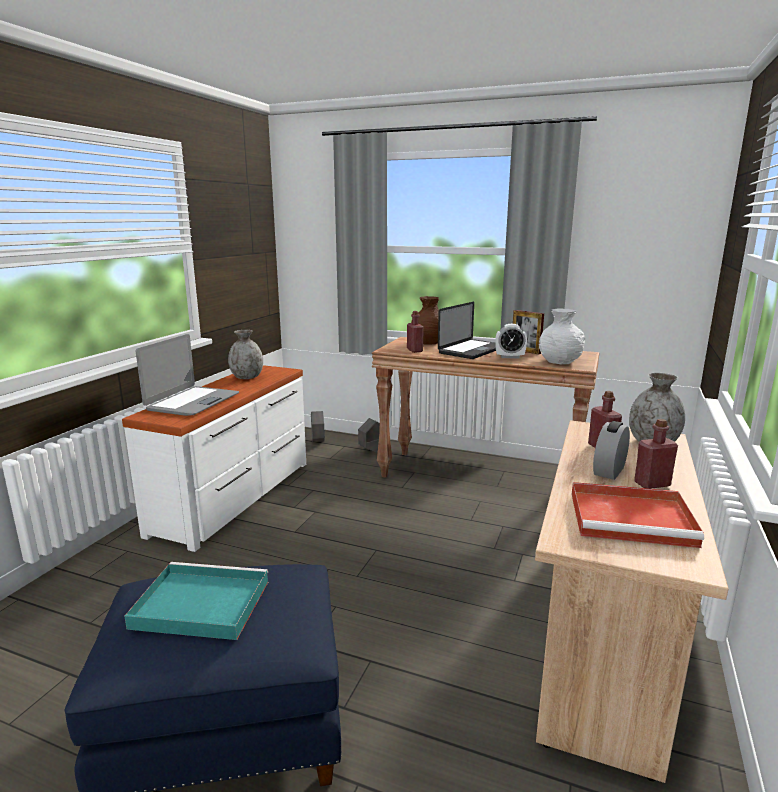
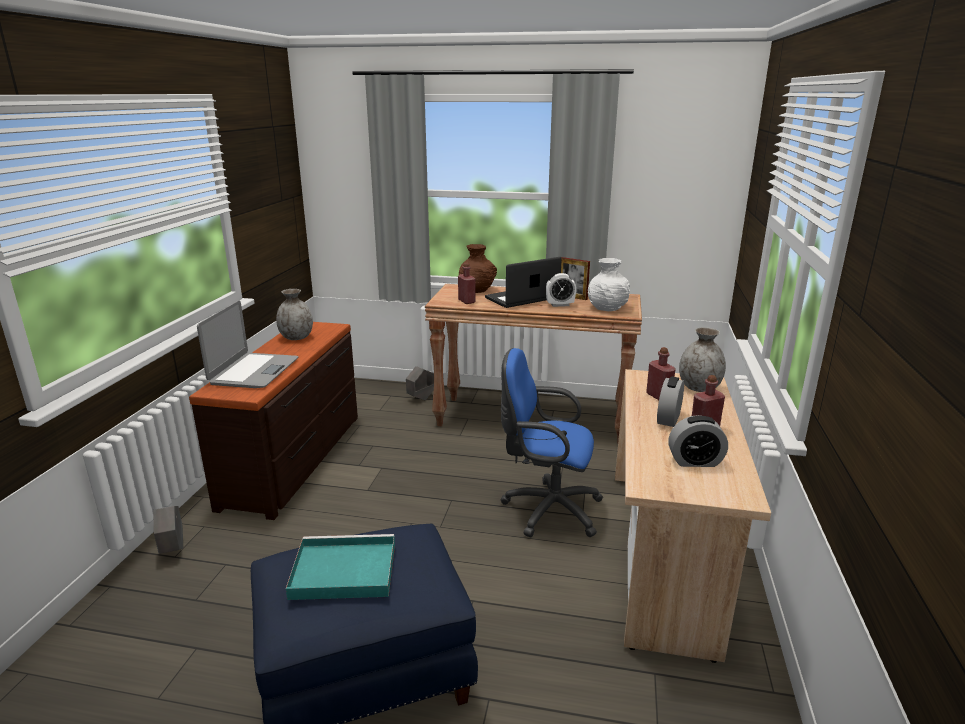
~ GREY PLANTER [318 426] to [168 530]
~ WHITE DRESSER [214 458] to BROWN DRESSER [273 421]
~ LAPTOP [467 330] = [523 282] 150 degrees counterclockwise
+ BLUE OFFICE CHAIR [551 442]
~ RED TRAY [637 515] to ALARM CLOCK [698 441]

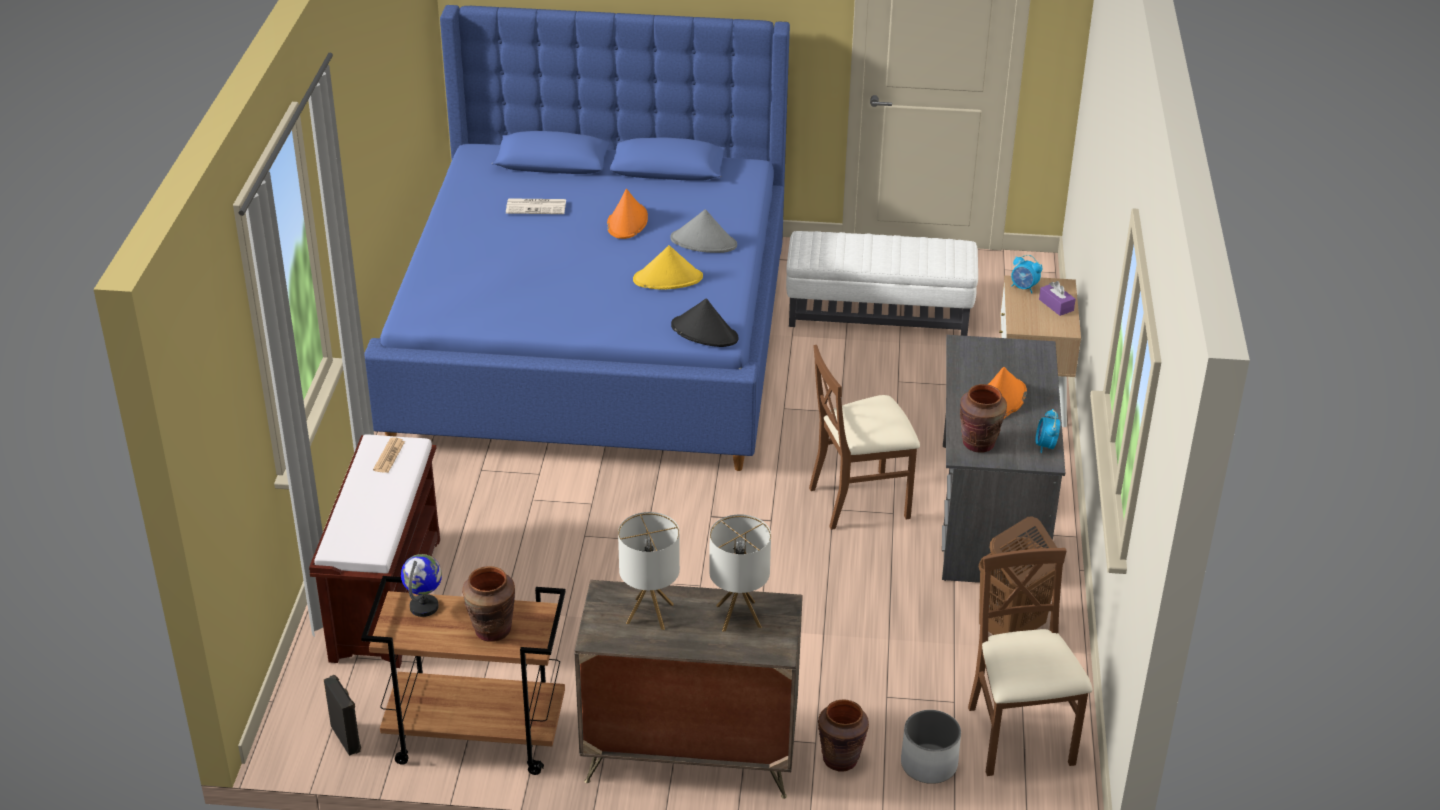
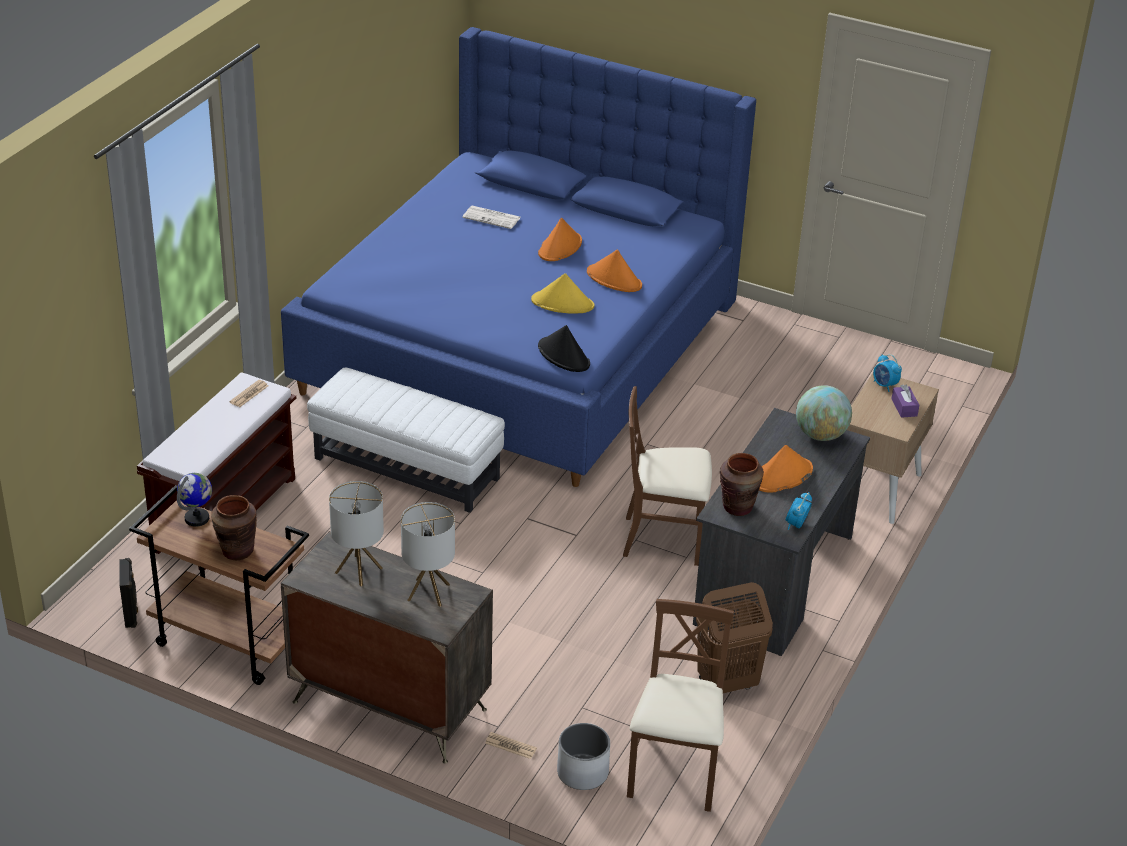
~ WHITE OTTOMAN [882 283] to [406 440]
~ BROWN VASE [843 735] to NEWSPAPER [511 745]
~ GREY HAT [703 231] to ORANGE HAT [614 271]
+ GLOBE [824 413]

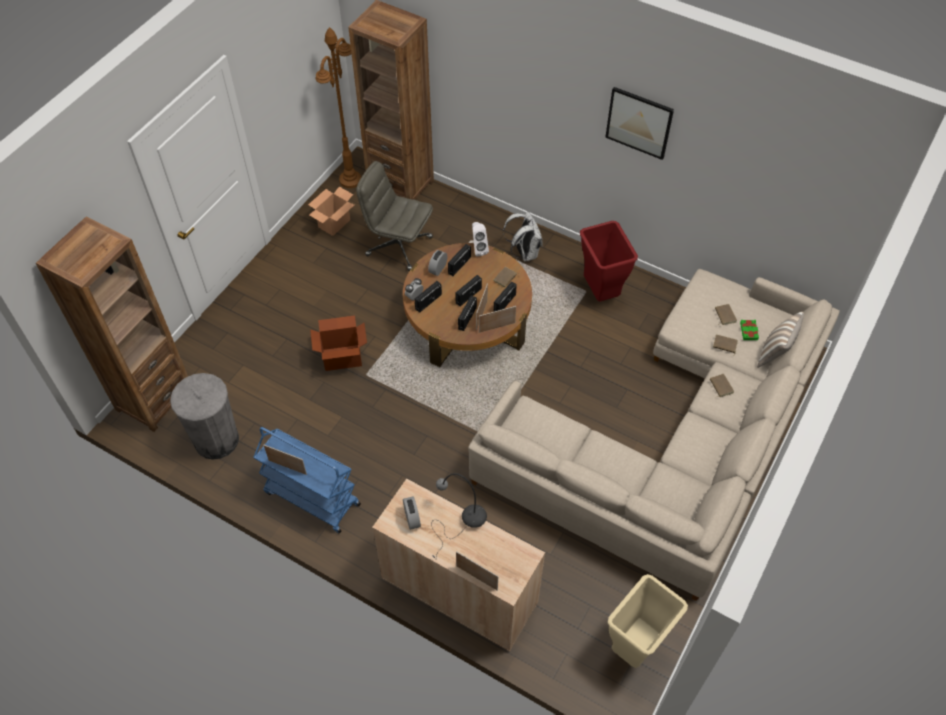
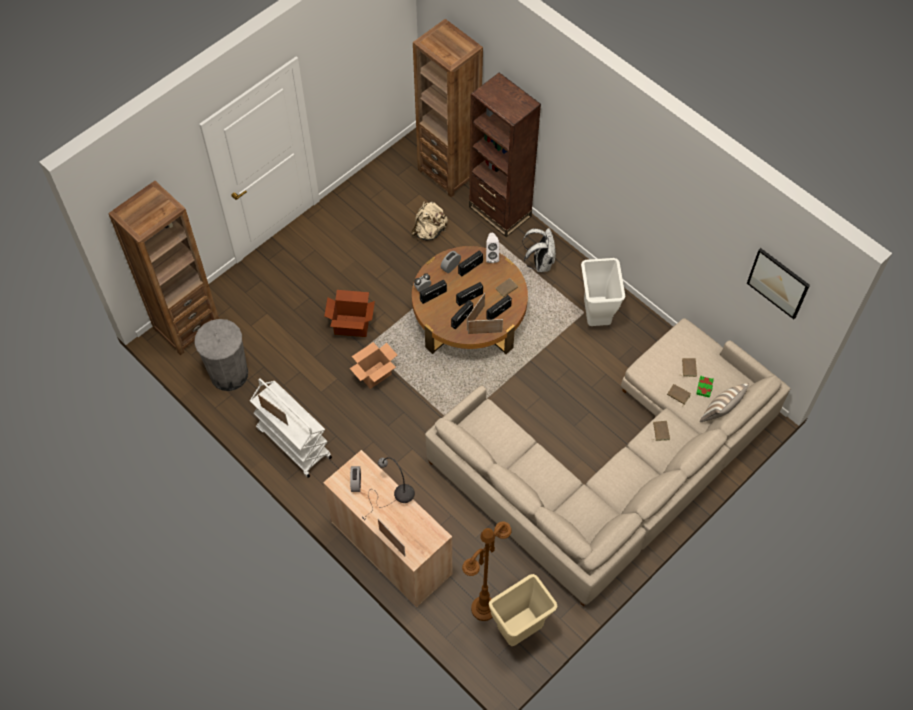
~ BLUE CART [307 480] to WHITE CART [291 428]
~ CARDBOARD BOX [331 211] to [373 365]
~ GREY OFFICE CHAIR [394 216] to BEIGE BACKPACK [430 221]
~ BROWN FLOOR LAMP [338 107] to [486 571]
+ BROWN BOOKCASE [505 154]
~ RED TRASH CAN [609 261] to WHITE TRASH CAN [603 292]
~ PICTURE [639 123] to [778 283]

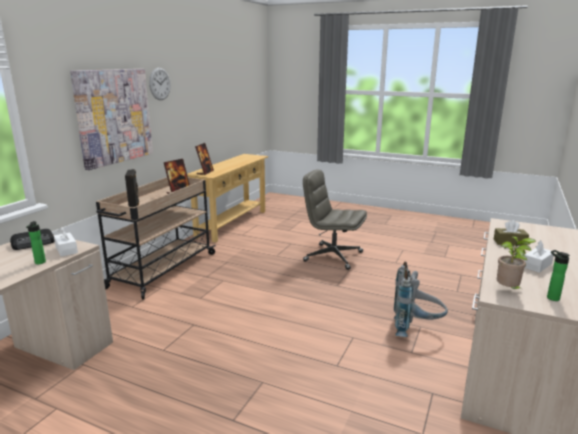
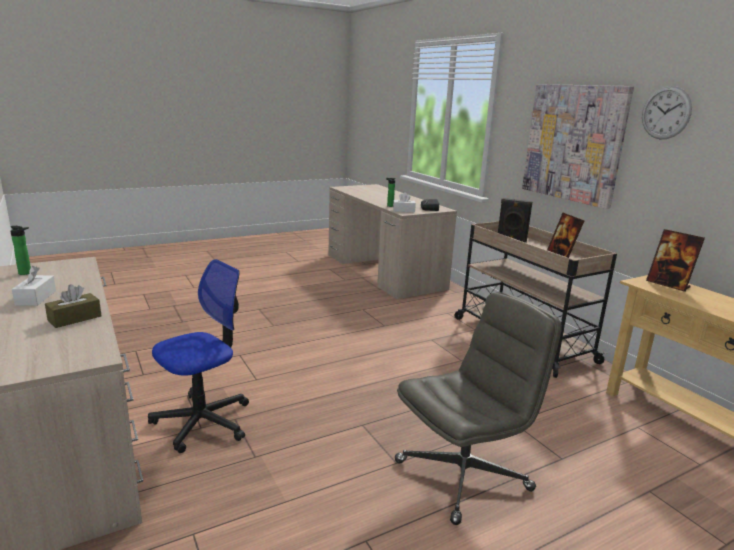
~ GREY BACKPACK [421 299] to OFFICE CHAIR [198 356]
- POTTED PLANT [517 262]

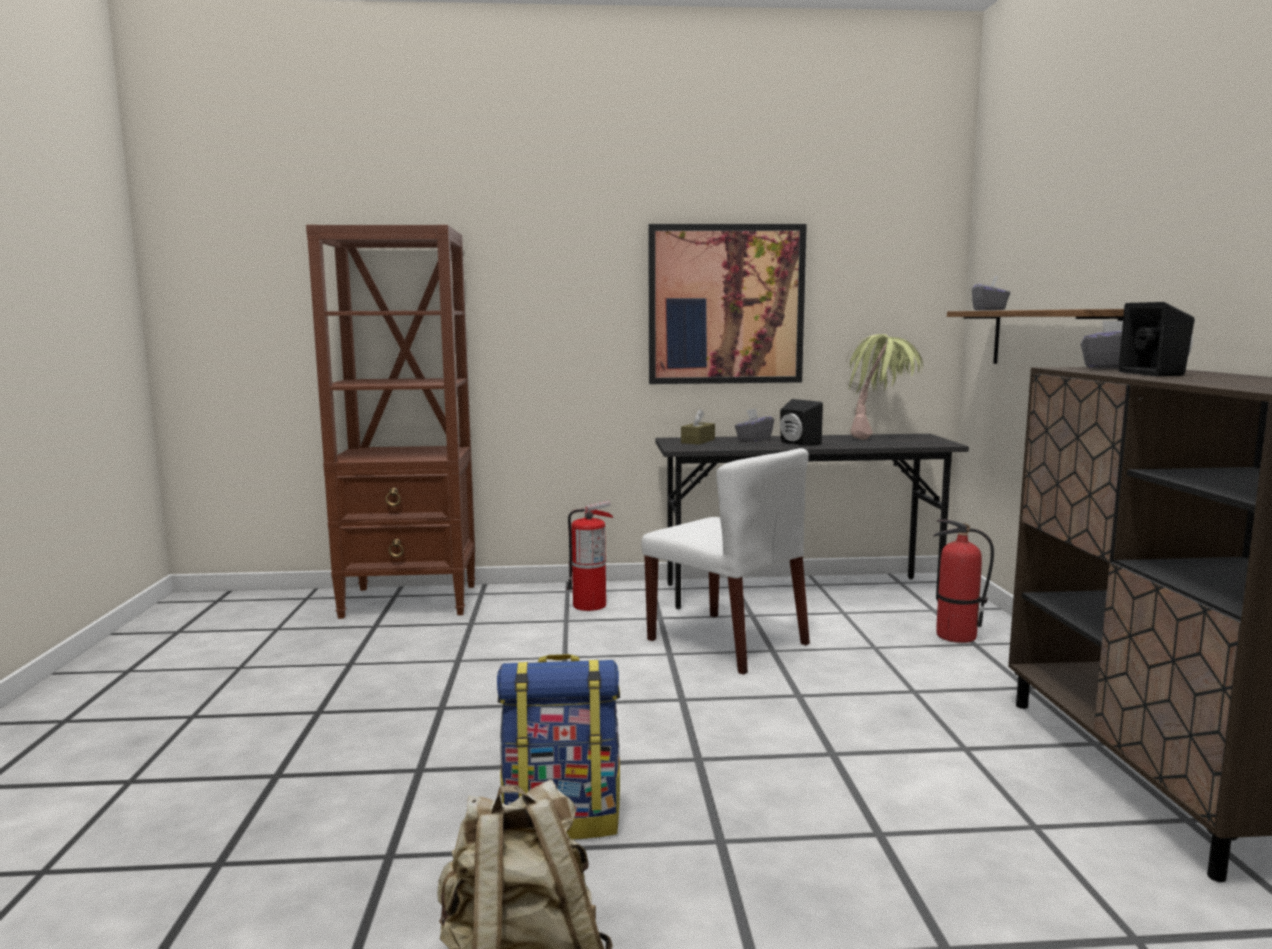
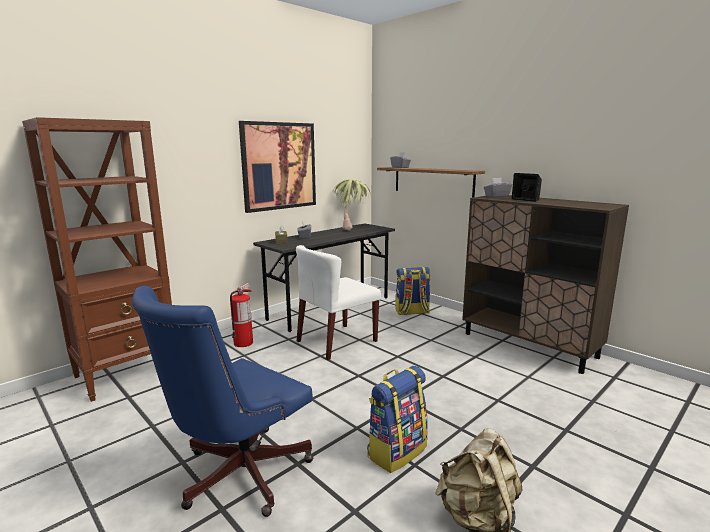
+ BLUE OFFICE CHAIR [222 401]
~ WHITE CHAIR [726 561] = [338 302] 135 degrees clockwise
~ FIRE EXTINGUISHER [963 581] to BACKPACK [413 291]
- BLACK SPEAKER [801 422]

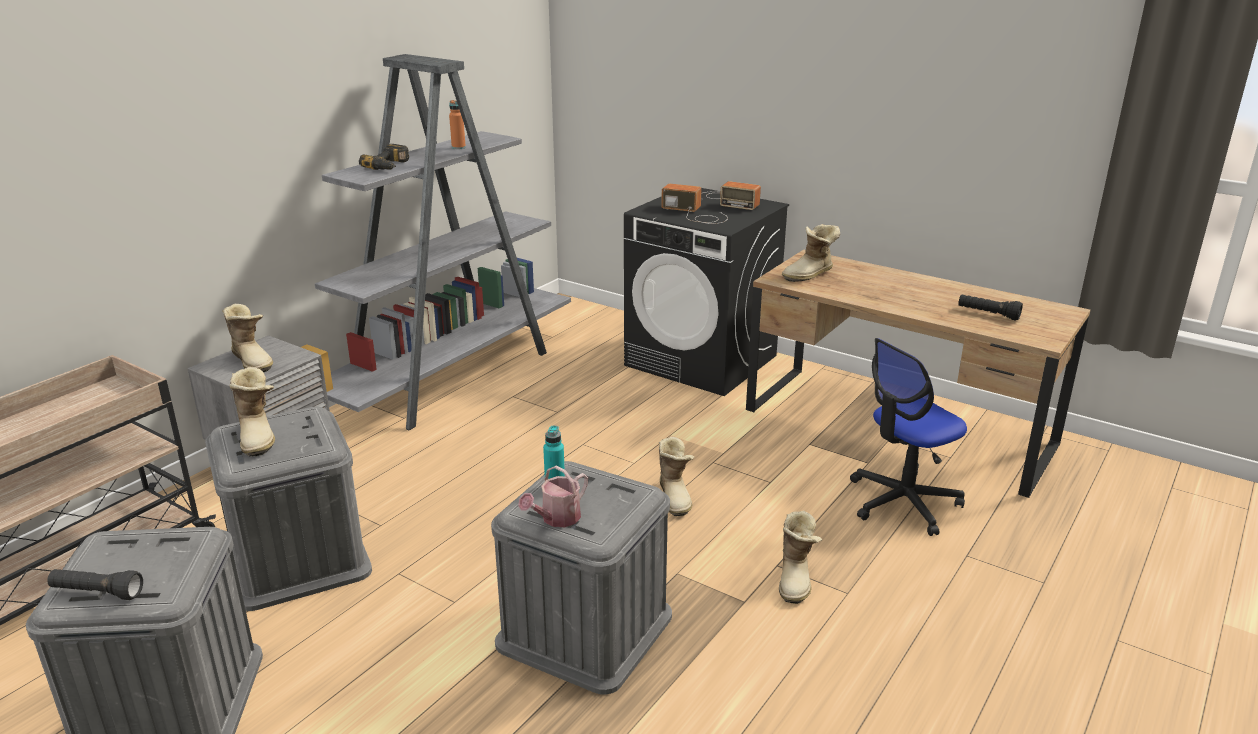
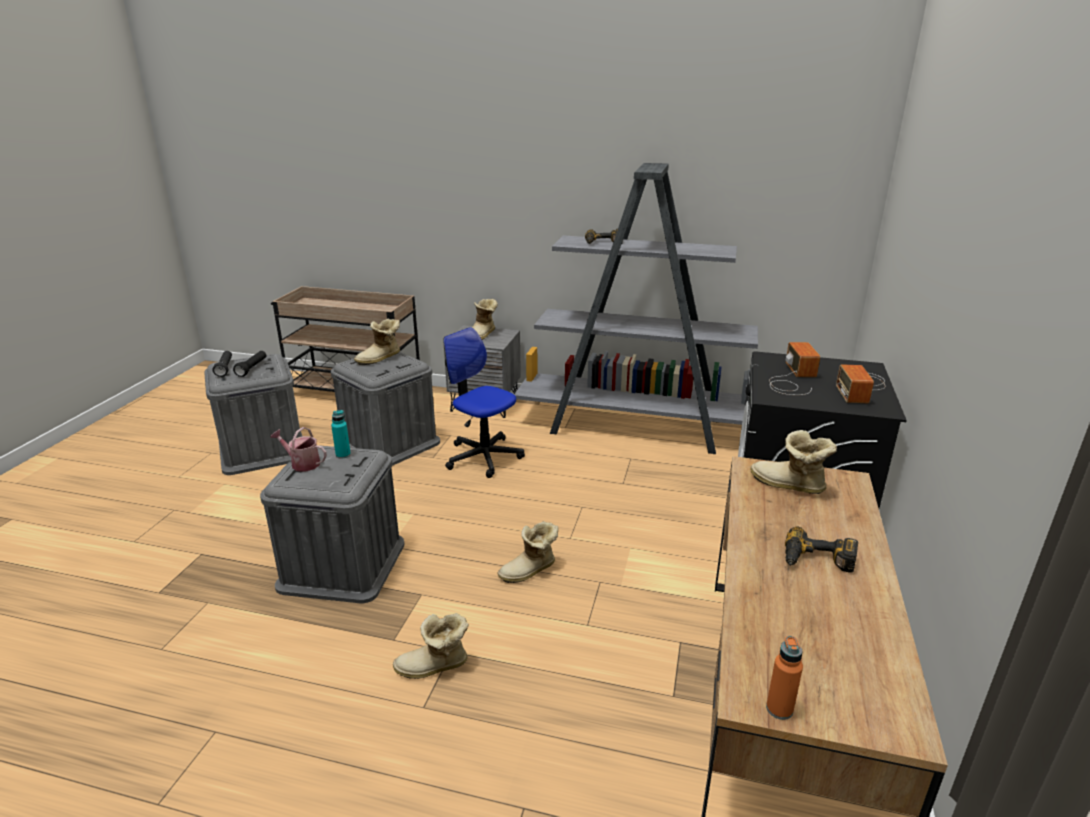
~ BLACK FLASHLIGHT [990 308] to [249 364]
~ OFFICE CHAIR [908 437] to [484 402]
~ ORANGE BOTTLE [457 124] to [784 678]
+ POWER DRILL [821 549]

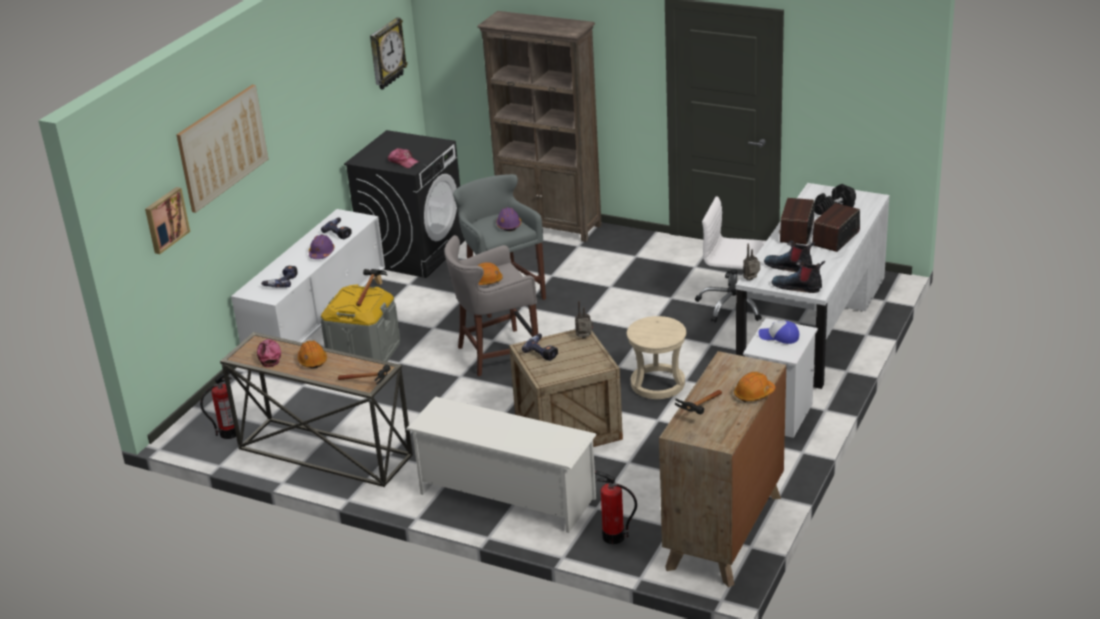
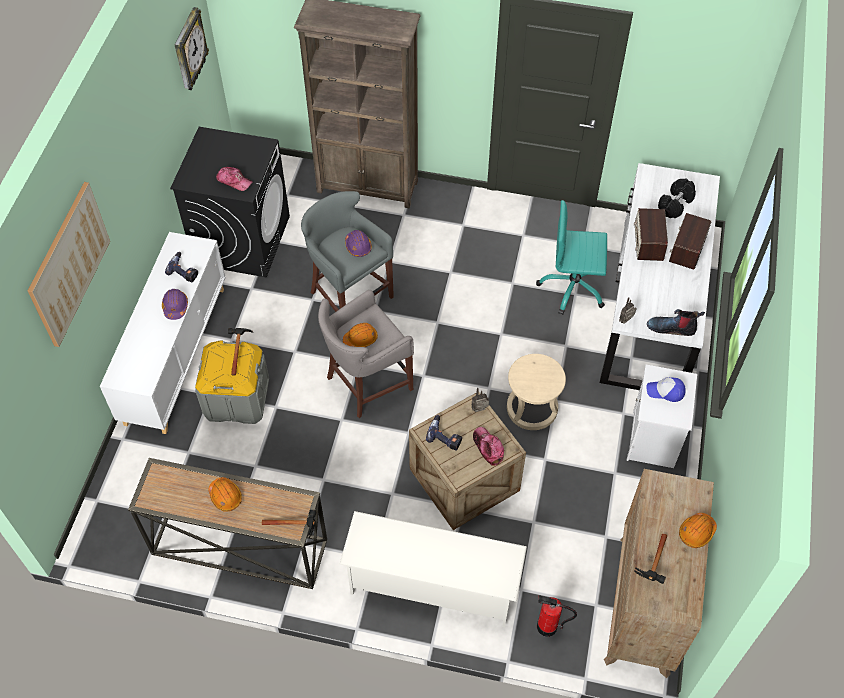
~ CAP [269 353] to [488 446]
~ WHITE OFFICE CHAIR [730 259] to TURQUOISE OFFICE CHAIR [571 257]
- PICTURE [167 220]
- FIRE EXTINGUISHER [218 405]
- POWER DRILL [279 277]
- BOOT [789 256]

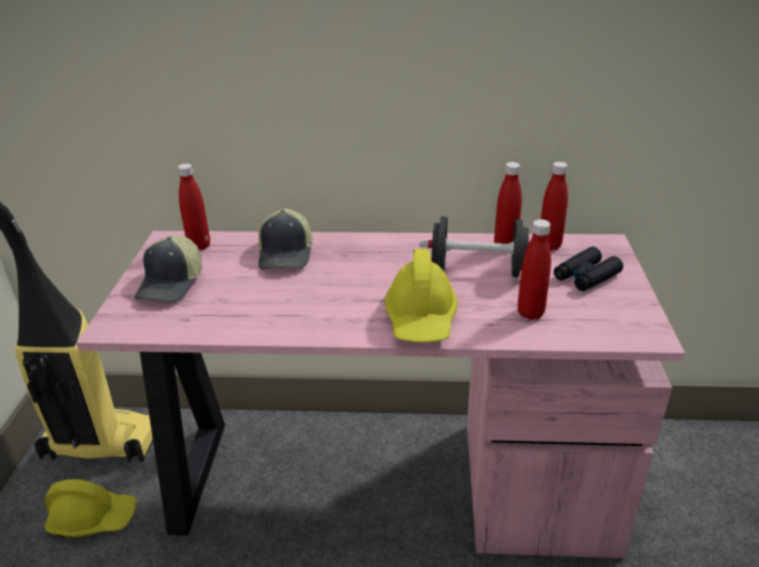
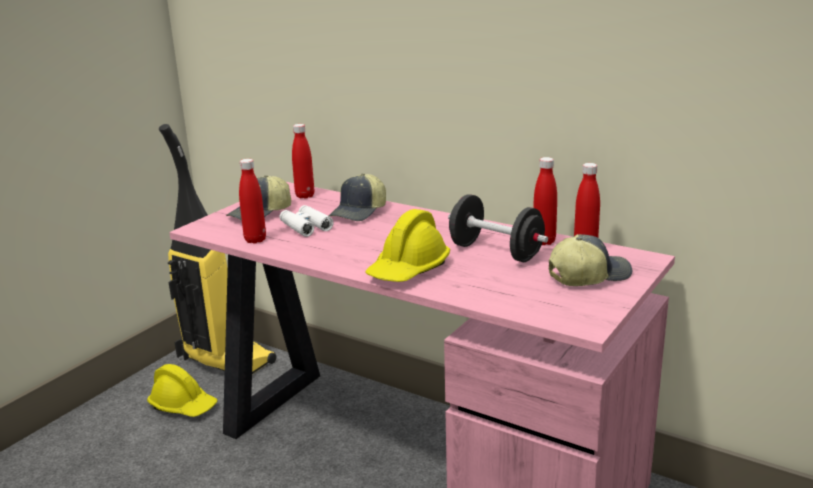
~ RED BOTTLE [534 269] to [252 201]
+ WHITE BINOCULARS [307 221]
~ BLACK BINOCULARS [588 269] to CAP [590 260]

